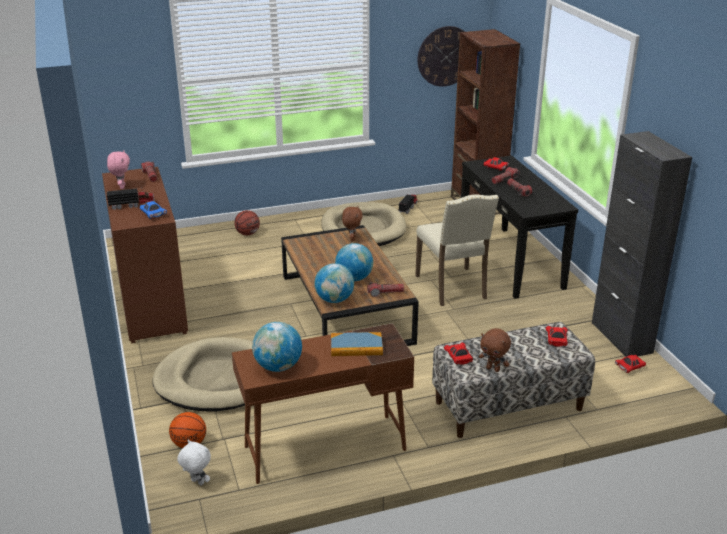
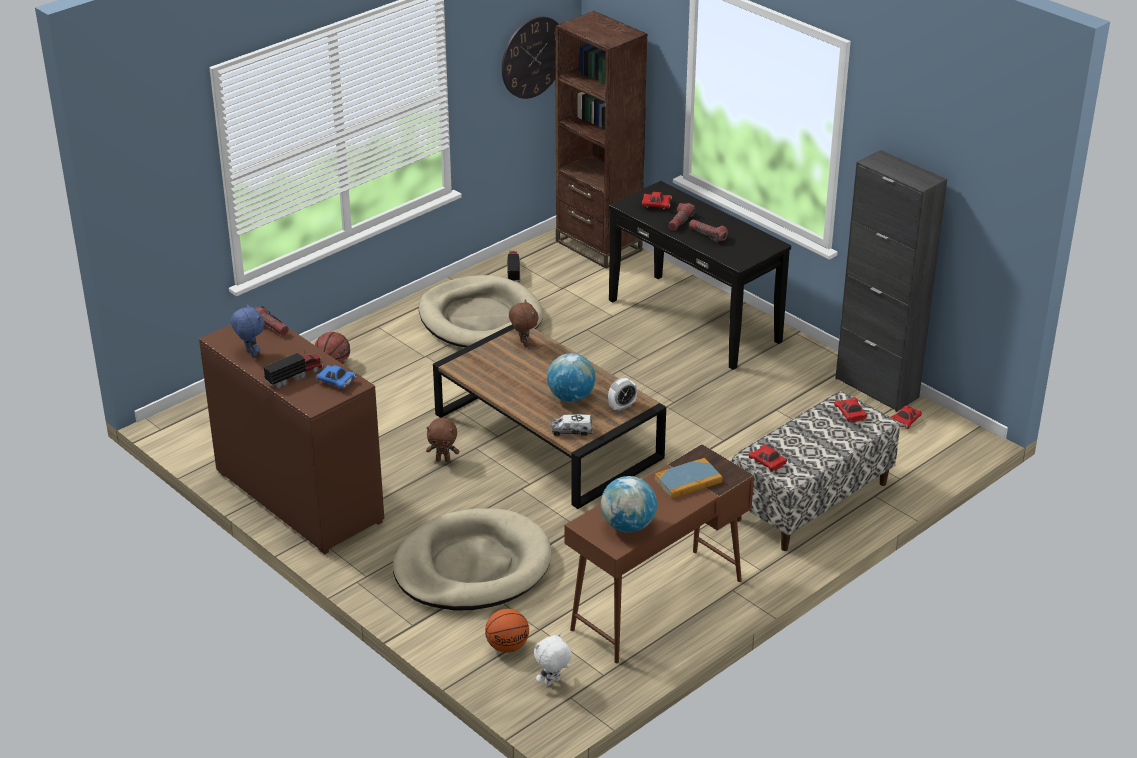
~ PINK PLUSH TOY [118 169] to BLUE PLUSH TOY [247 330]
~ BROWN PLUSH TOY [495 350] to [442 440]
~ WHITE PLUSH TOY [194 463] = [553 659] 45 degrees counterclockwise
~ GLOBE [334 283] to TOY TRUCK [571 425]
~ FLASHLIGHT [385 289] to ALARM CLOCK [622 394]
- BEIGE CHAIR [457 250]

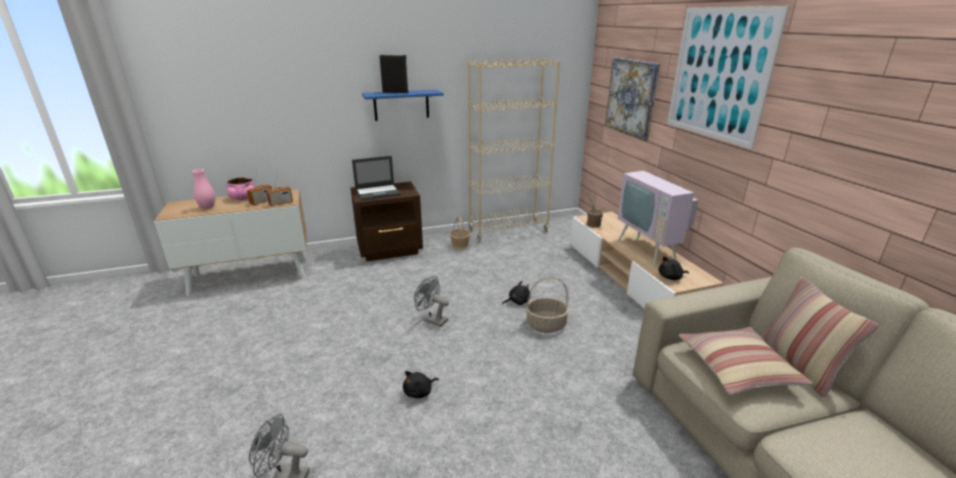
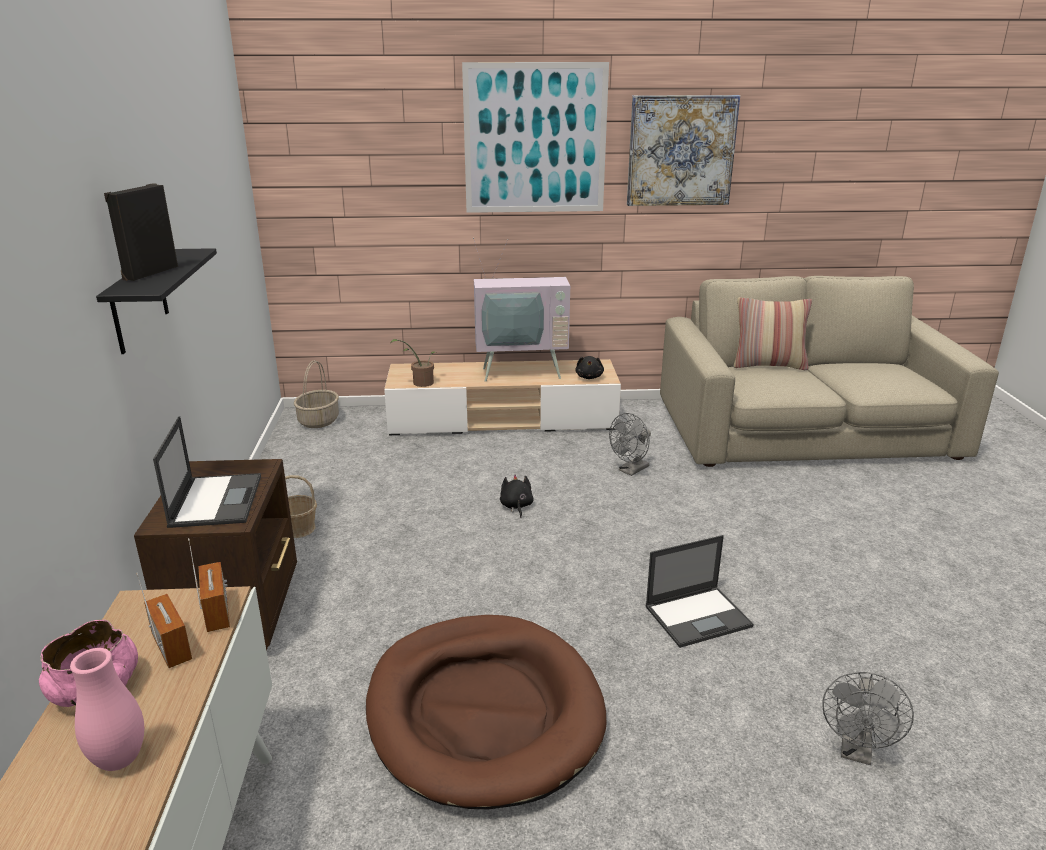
~ BLUE SHELF [402 105] to BLACK SHELF [156 301]
~ BASKET [547 305] to [316 394]
+ BROWN DOG BED [486 712]
~ GREY FAN [431 301] to [630 444]
~ PICTURE [632 99] to [683 150]
~ BLACK PLUSH TOY [421 384] to LAPTOP [699 591]
- BEIGE BOOKCASE [514 150]
- PILLOW [746 361]

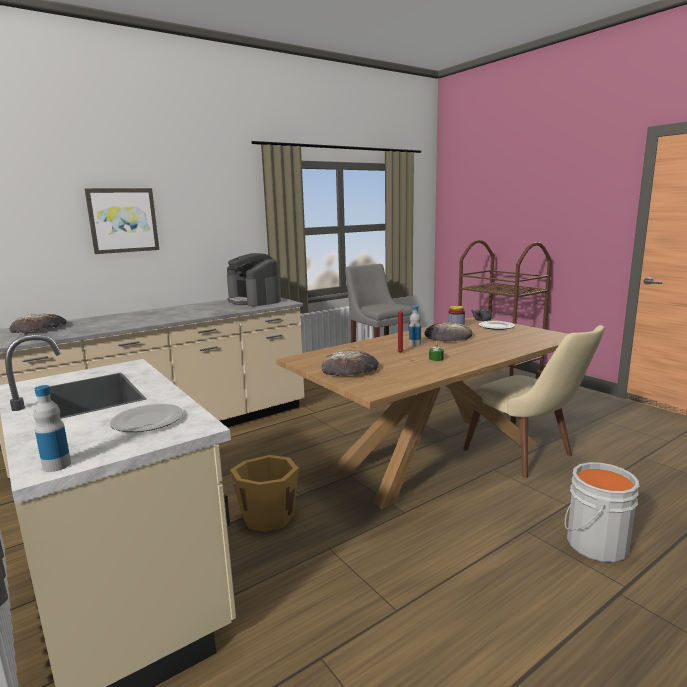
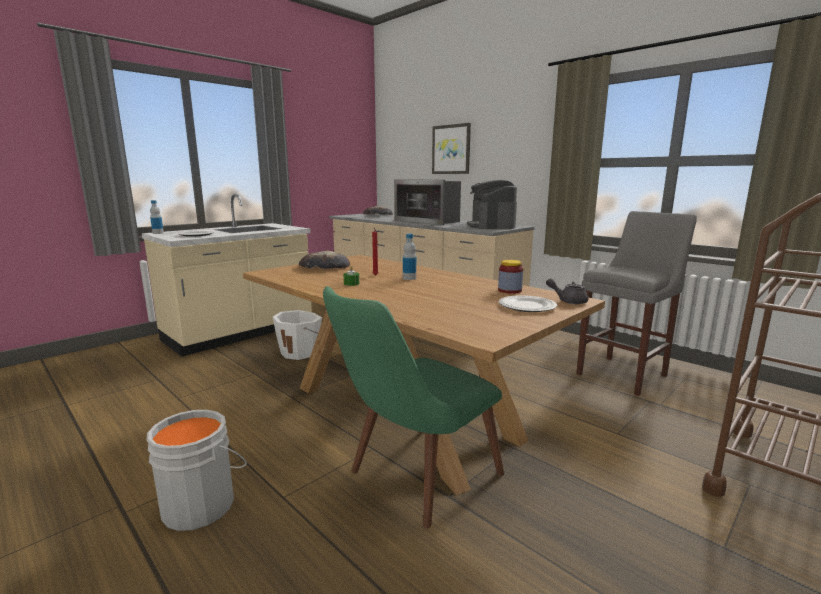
~ ORANGE BUCKET [262 493] to WHITE BUCKET [297 335]
~ BEIGE CHAIR [534 401] to GREEN CHAIR [413 407]
+ MICROWAVE [427 202]
~ COFFEE MACHINE [254 280] = [492 204] 45 degrees counterclockwise
- BREAD [448 332]

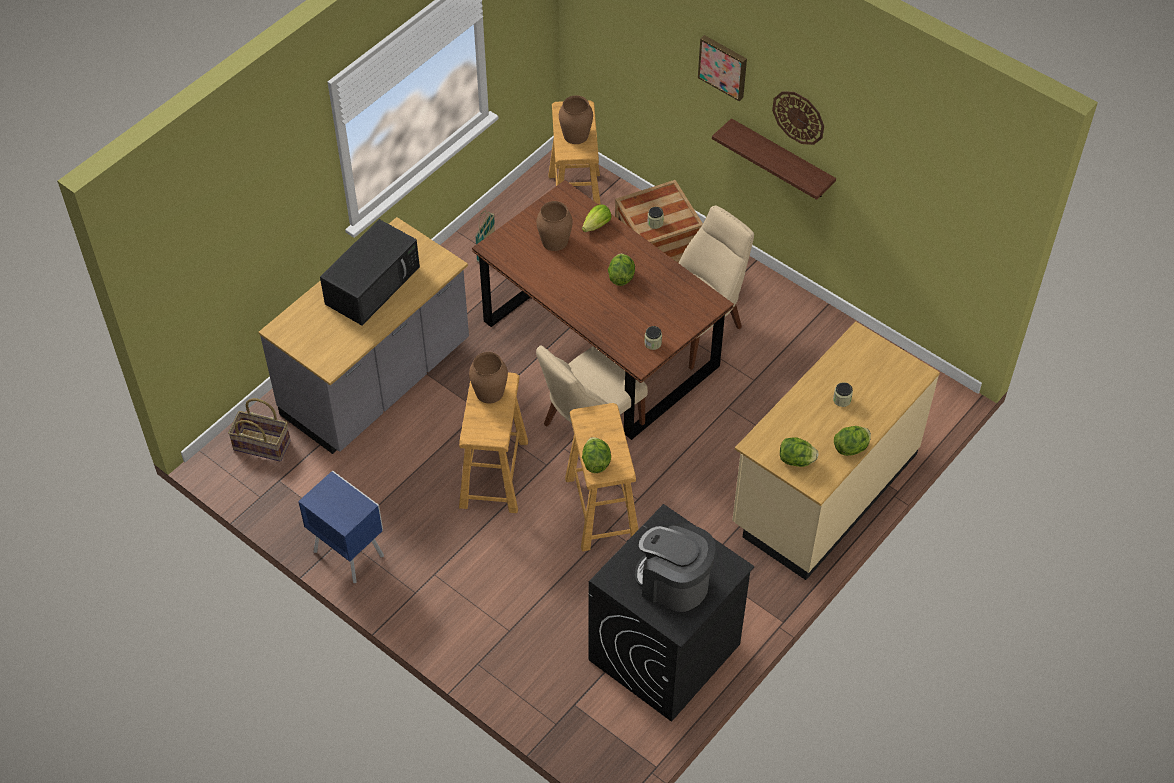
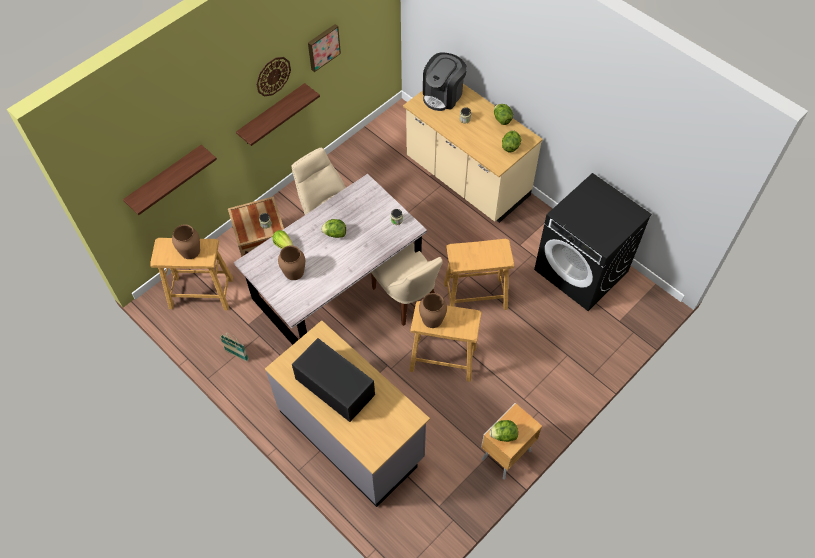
+ SHELF [170 180]
~ BROWN DINING TABLE [603 310] to GREY DINING TABLE [330 259]
~ PICTURE [722 68] to [324 48]
~ COFFEE MACHINE [675 567] to [445 81]
~ BLUE NIGHTSTAND [341 527] to BROWN NIGHTSTAND [511 441]
~ LETTUCE [596 455] to [504 431]
- BASKET [259 429]

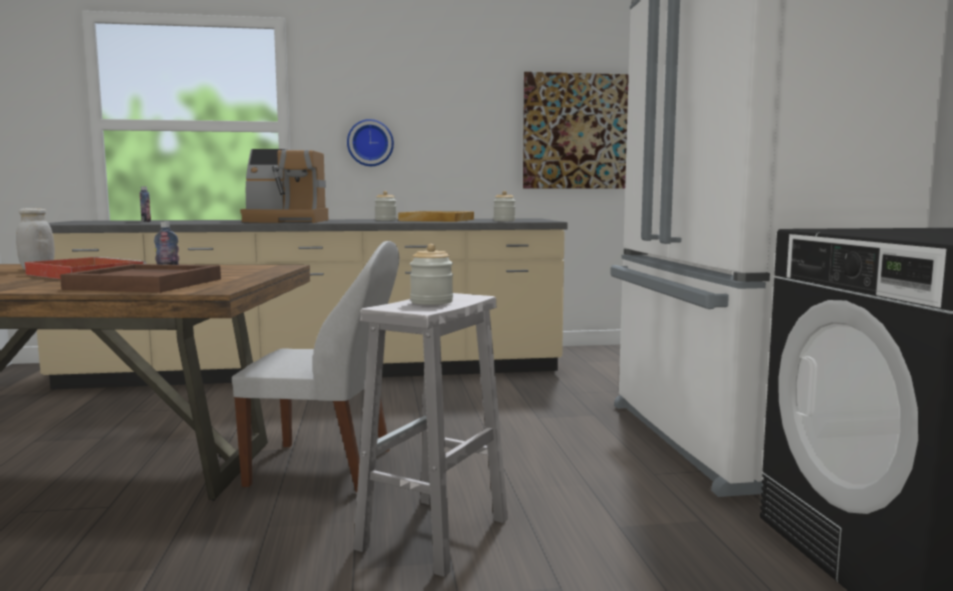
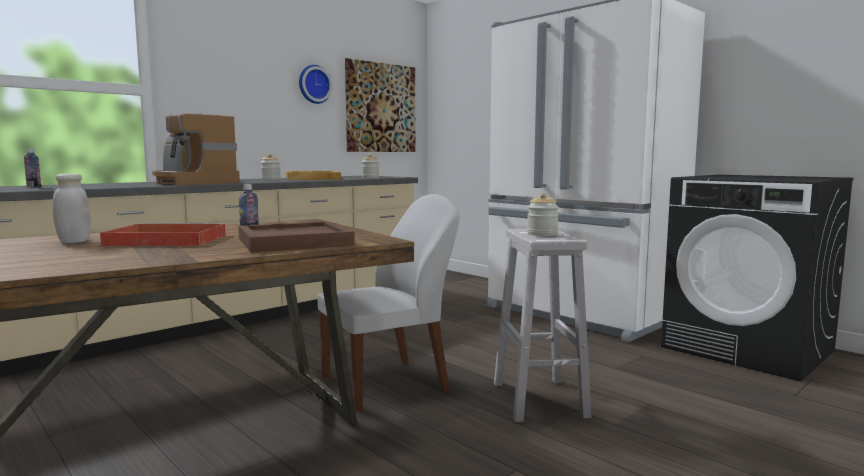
~ COFFEE MACHINE [284 186] = [196 149] 75 degrees clockwise
~ WALL CLOCK [370 142] to [315 84]

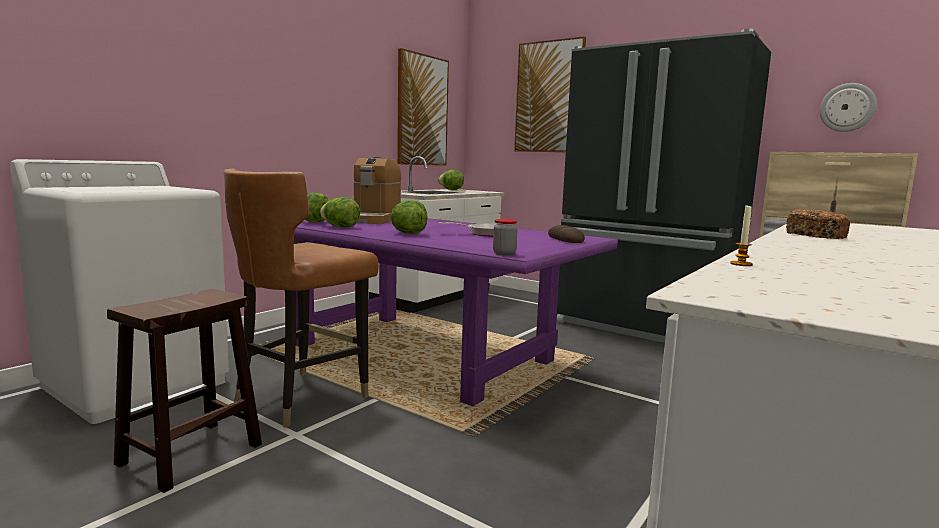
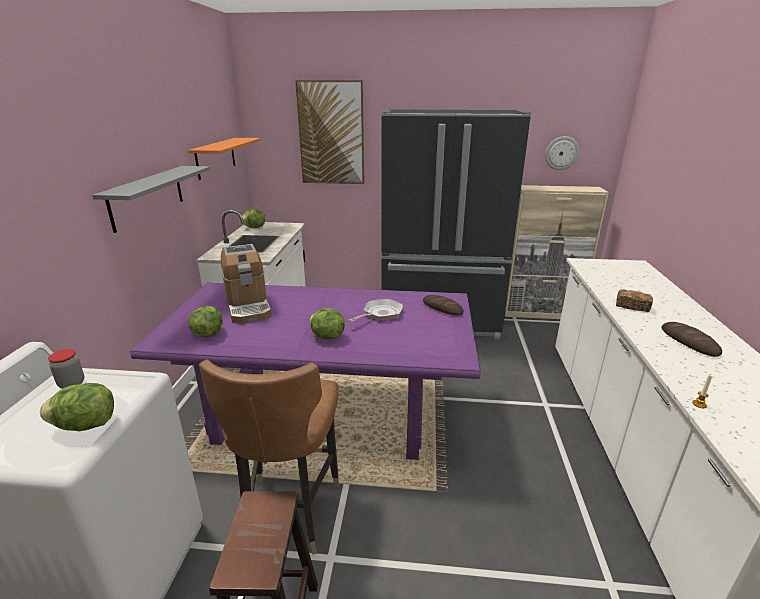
~ LETTUCE [340 212] to [77 407]
~ JAR [505 237] to [66 369]
+ GREY SHELF [151 199]
~ PICTURE [423 107] to ORANGE SHELF [224 159]
+ BREAD [692 339]

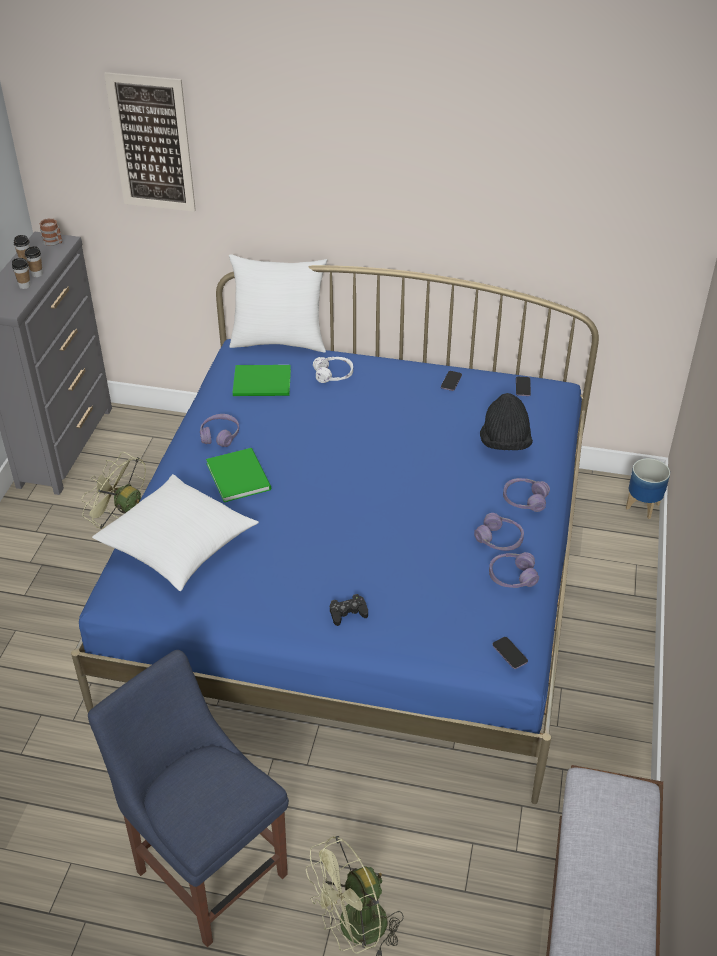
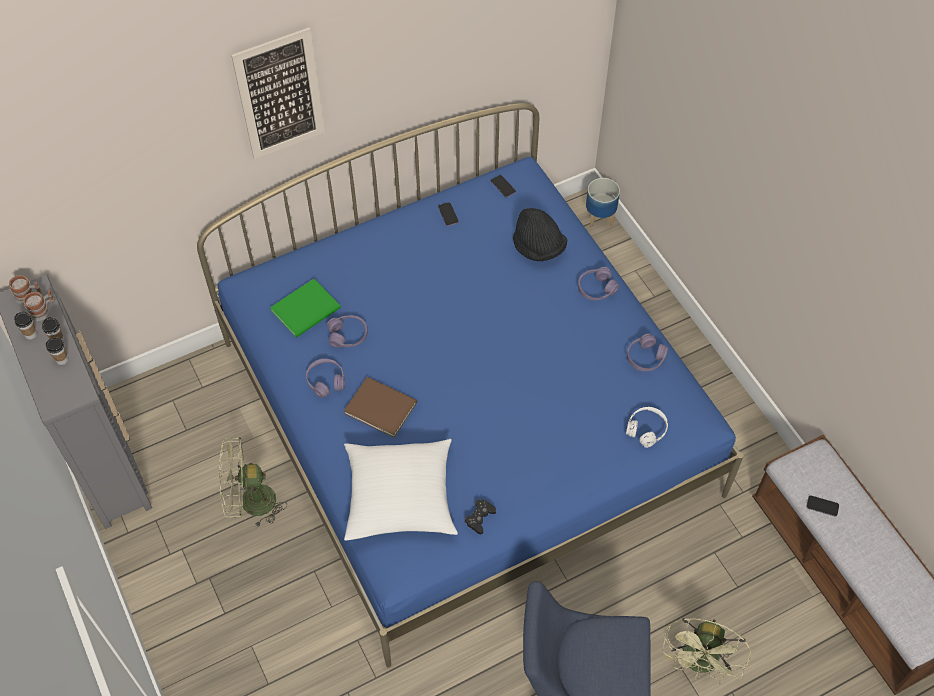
+ MUG [39 305]
~ PICTURE [150 142] to [278 93]
~ PURPLE HEADPHONES [499 532] to [347 331]
~ GREEN BOOK [238 475] to BROWN BOOK [380 407]
~ BLACK GAME CONTROLLER [349 610] to [480 516]
~ WHITE HEADPHONES [333 370] to [647 427]
~ PHONE [510 653] to [823 505]
- WHITE PILLOW [278 303]

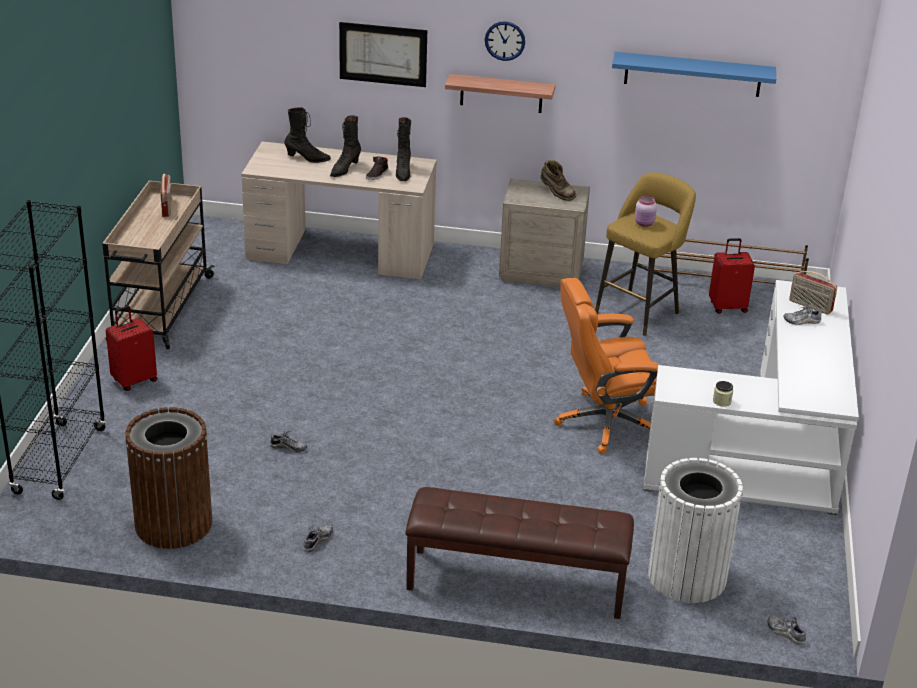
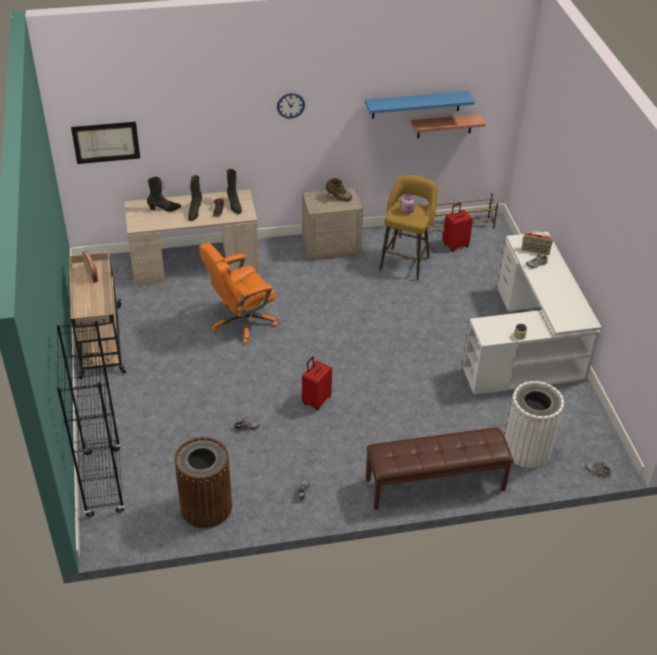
~ PICTURE [383 54] to [105 143]
~ ORANGE OFFICE CHAIR [606 366] to [238 293]
~ RED SUITCASE [131 348] to [317 383]
~ SHELF [500 93] to [448 126]

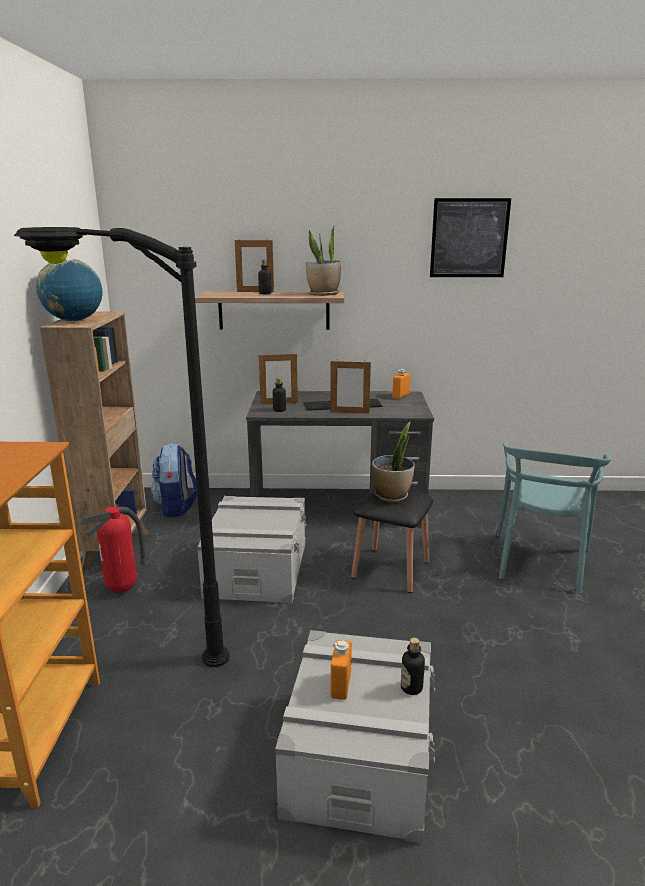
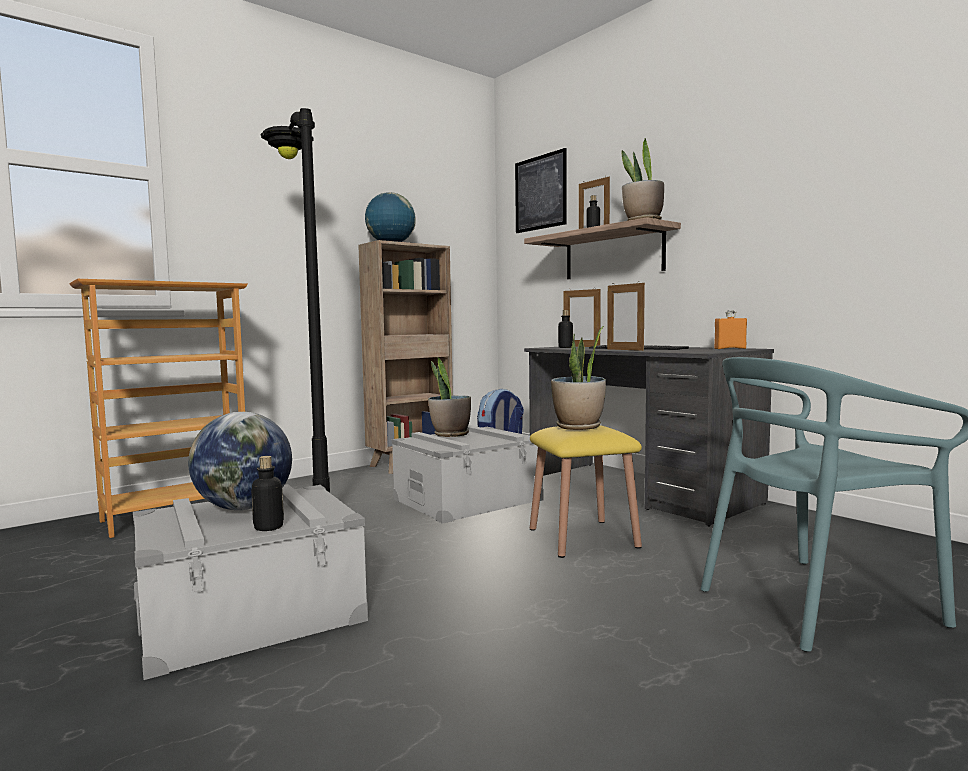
~ ORANGE BOTTLE [341 670] to GLOBE [240 461]
+ POTTED PLANT [449 397]
~ PICTURE [470 237] to [541 190]
~ BLACK STOOL [392 540] to YELLOW STOOL [586 491]
- FIRE EXTINGUISHER [114 550]

